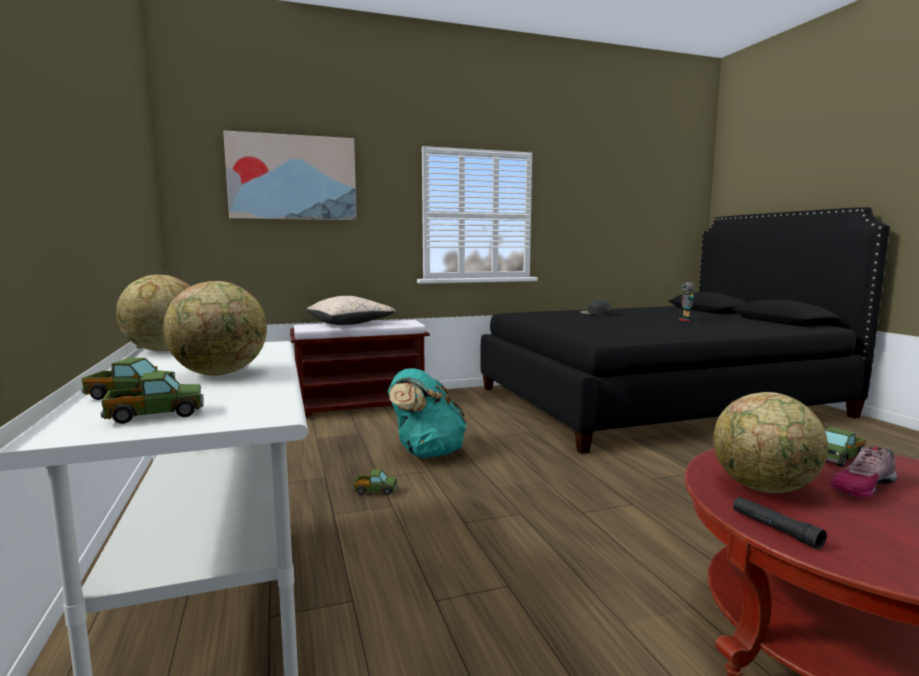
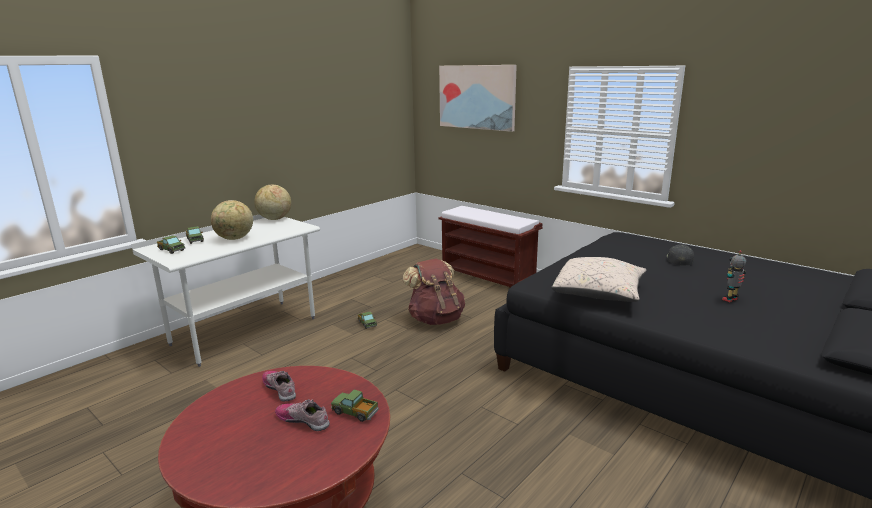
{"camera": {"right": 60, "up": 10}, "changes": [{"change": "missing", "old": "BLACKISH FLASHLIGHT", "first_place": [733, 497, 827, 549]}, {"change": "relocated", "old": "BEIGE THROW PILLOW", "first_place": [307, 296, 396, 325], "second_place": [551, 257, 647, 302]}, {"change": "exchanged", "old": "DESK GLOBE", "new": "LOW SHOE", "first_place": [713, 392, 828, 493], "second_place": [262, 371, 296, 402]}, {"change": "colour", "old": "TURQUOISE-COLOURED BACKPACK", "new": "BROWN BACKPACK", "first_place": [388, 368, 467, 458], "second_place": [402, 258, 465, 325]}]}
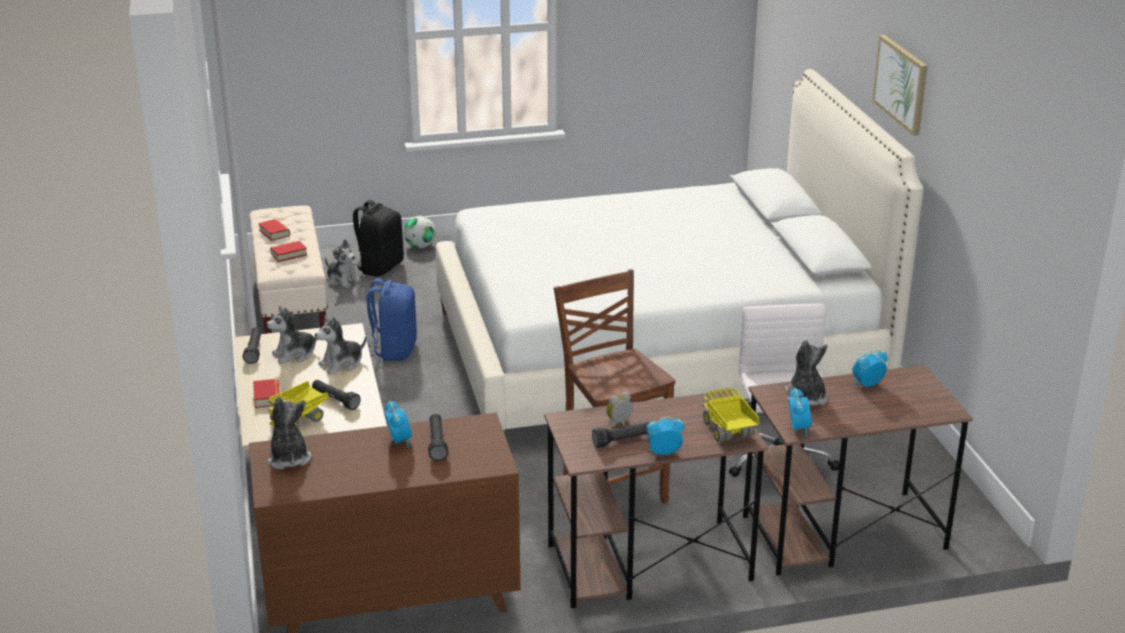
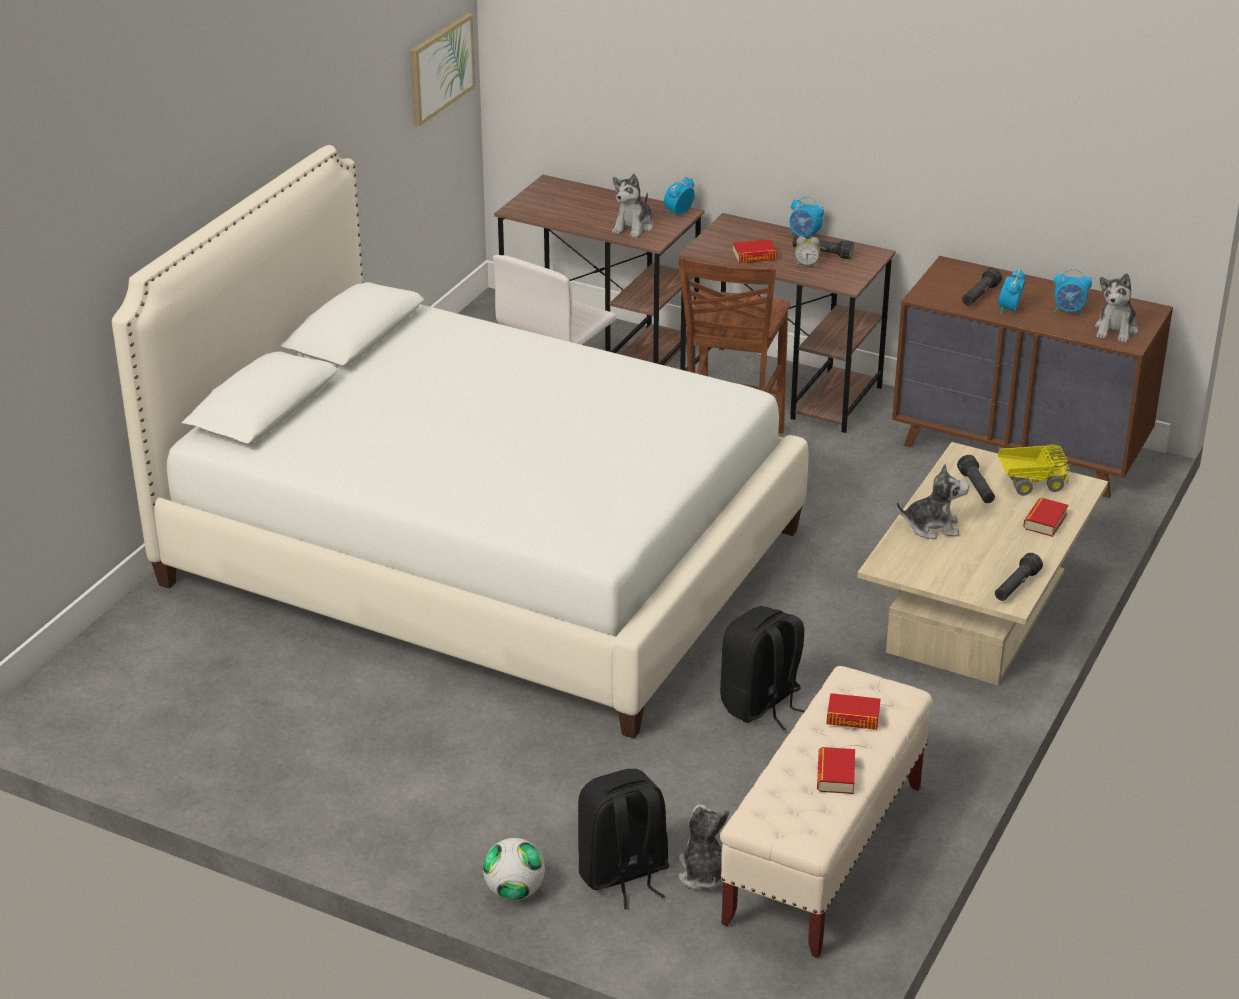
{"camera": {"right": -140, "up": 5}, "changes": [{"change": "missing", "old": "CUDDLY TOY", "first_place": [266, 306, 321, 364]}, {"change": "missing", "old": "MODEL TRUCK", "first_place": [703, 388, 759, 442]}, {"change": "appeared", "new": "BOUND BOOK", "second_place": [733, 239, 777, 264]}, {"change": "relocated", "old": "ALARM CLOCK", "first_place": [852, 350, 888, 387], "second_place": [1054, 269, 1092, 315]}, {"change": "relocated", "old": "WALL ART", "first_place": [872, 35, 928, 136], "second_place": [410, 13, 475, 126]}, {"change": "colour", "old": "BLUE-COLOURED BACKPACK", "new": "BLACKISH BACKPACK", "first_place": [367, 278, 417, 361], "second_place": [720, 606, 805, 731]}]}
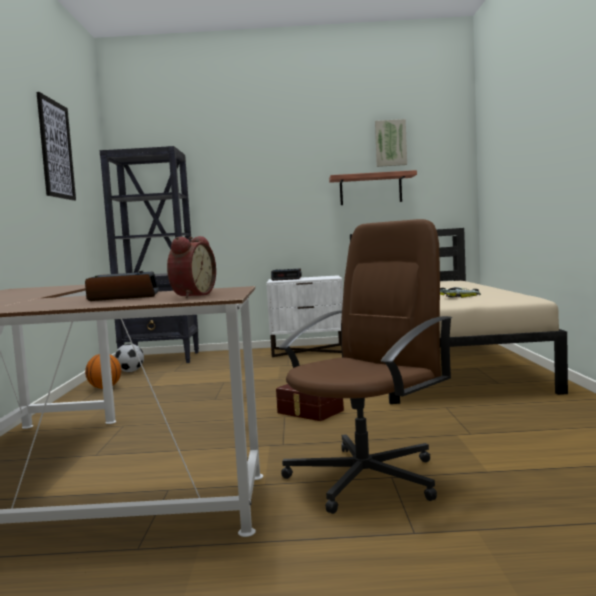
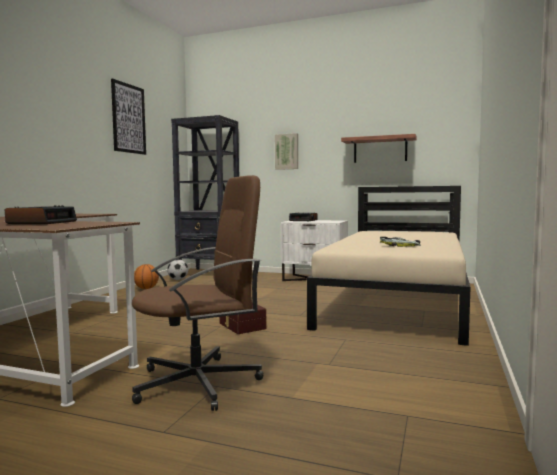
{"camera": {"right": 20, "up": 0}, "changes": [{"change": "missing", "old": "ALARM CLOCK", "first_place": [167, 236, 216, 298]}, {"change": "relocated", "old": "WALL ART", "first_place": [375, 119, 407, 167], "second_place": [275, 133, 298, 170]}]}
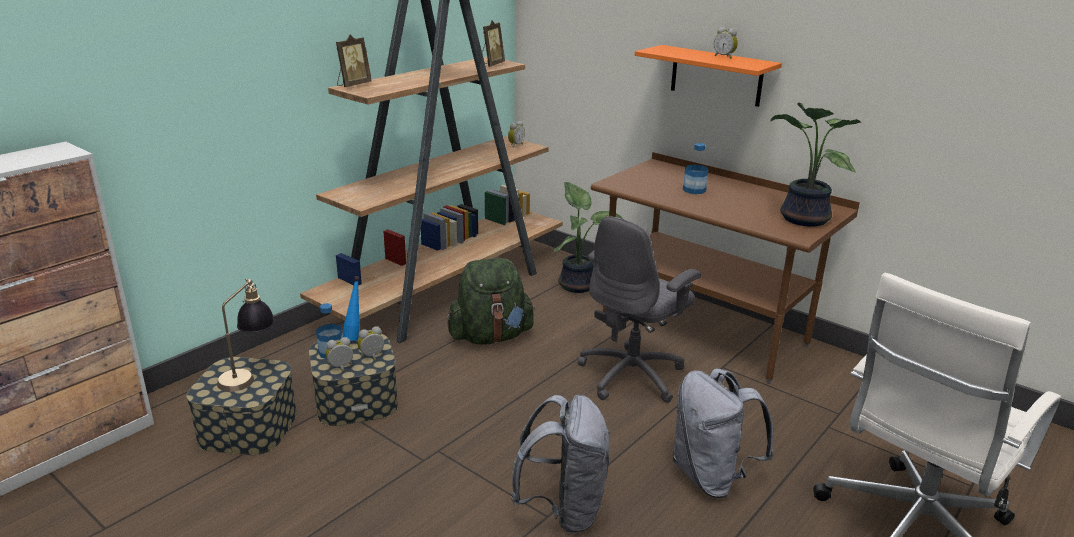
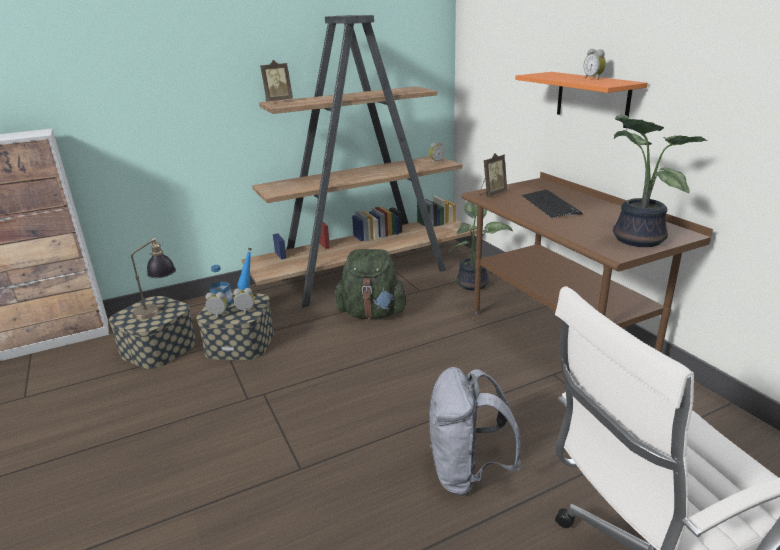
{"camera": {"right": 25, "up": 0}, "changes": [{"change": "missing", "old": "GREYISH BACKPACK", "first_place": [511, 395, 610, 533]}, {"change": "missing", "old": "GREYISH DESK CHAIR", "first_place": [577, 216, 701, 403]}, {"change": "relocated", "old": "PICTURE FRAME", "first_place": [482, 20, 505, 67], "second_place": [479, 153, 507, 197]}, {"change": "exchanged", "old": "DRINK BOTTLE", "new": "COMPUTER KEYBOARD", "first_place": [683, 143, 708, 194], "second_place": [522, 190, 583, 218]}]}
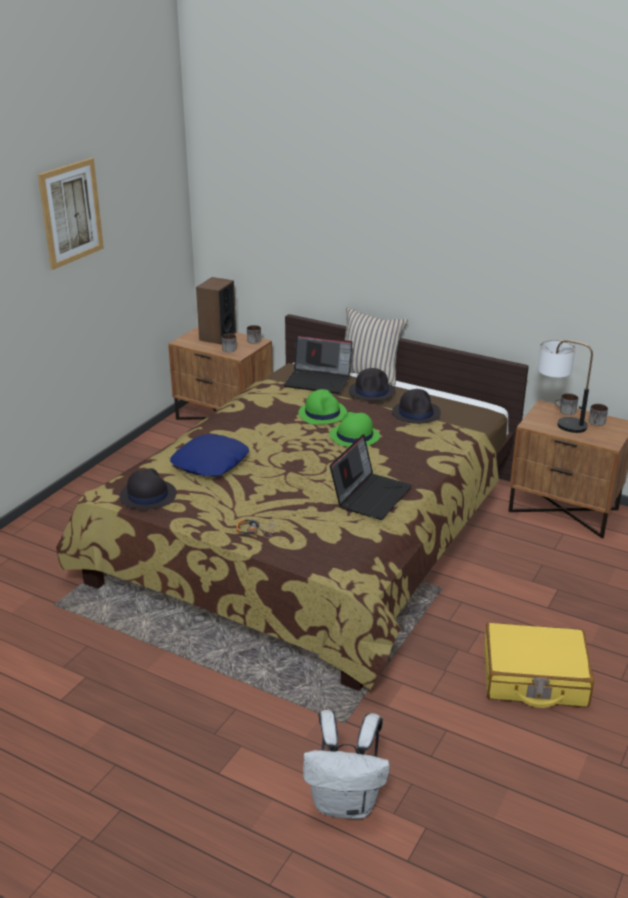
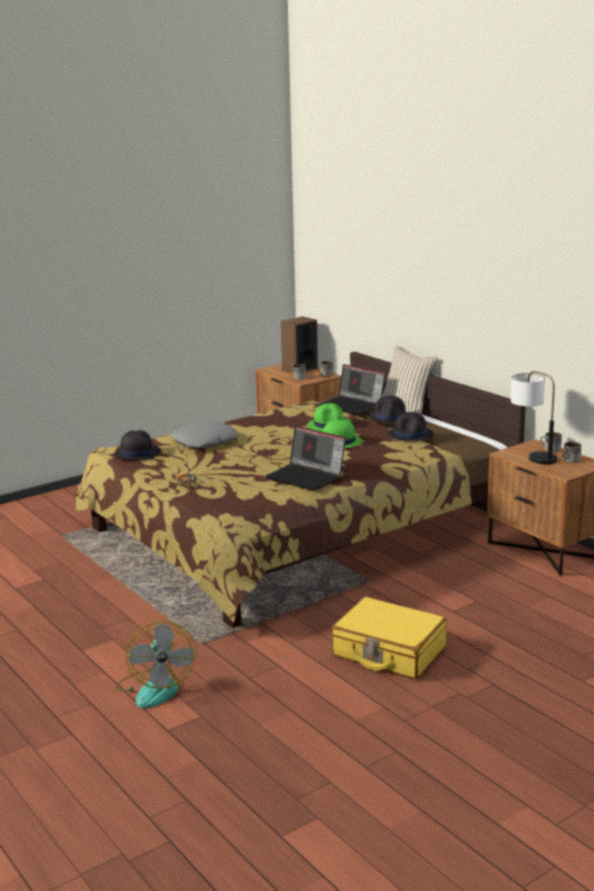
{"camera": {"right": 25, "up": -10}, "changes": [{"change": "missing", "old": "WALL ART", "first_place": [38, 158, 104, 270]}, {"change": "exchanged", "old": "WHITE-COLOURED BACKPACK", "new": "ELECTRIC FAN", "first_place": [303, 710, 390, 819], "second_place": [116, 621, 196, 708]}, {"change": "colour", "old": "BLUE-COLOURED THROW PILLOW", "new": "GREYISH THROW PILLOW", "first_place": [170, 434, 249, 477], "second_place": [171, 421, 239, 448]}, {"change": "spun", "old": "NOTEBOOK COMPUTER", "first_place": [330, 434, 412, 520], "second_place": [265, 426, 346, 491], "degrees": 75}]}
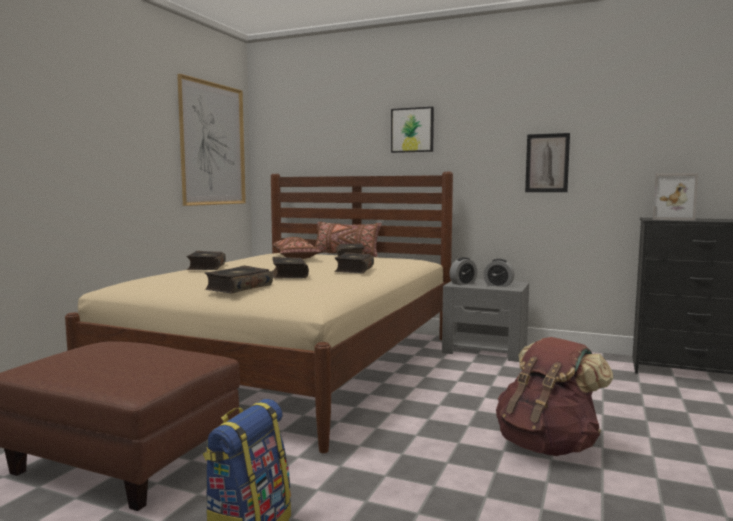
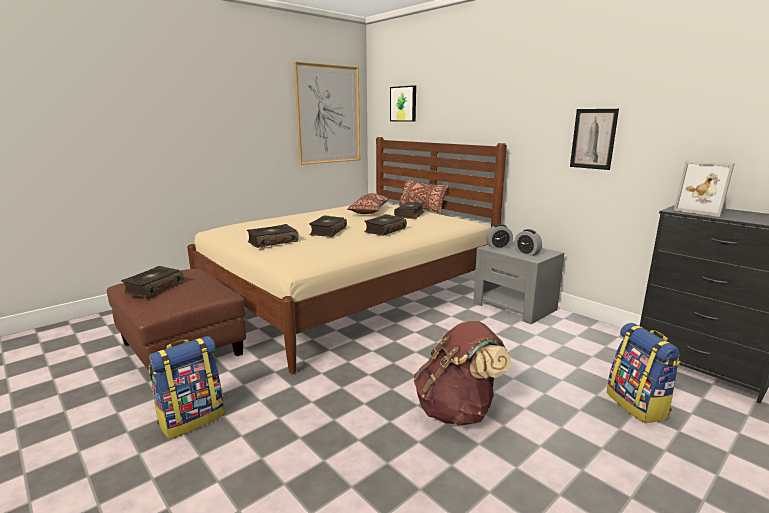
{"camera": {"right": 25, "up": 10}, "changes": [{"change": "appeared", "new": "BACKPACK", "second_place": [606, 323, 681, 423]}, {"change": "relocated", "old": "BOUND BOOK", "first_place": [186, 251, 226, 270], "second_place": [121, 266, 183, 298]}, {"change": "relocated", "old": "WALL ART", "first_place": [391, 107, 434, 153], "second_place": [390, 85, 416, 122]}]}
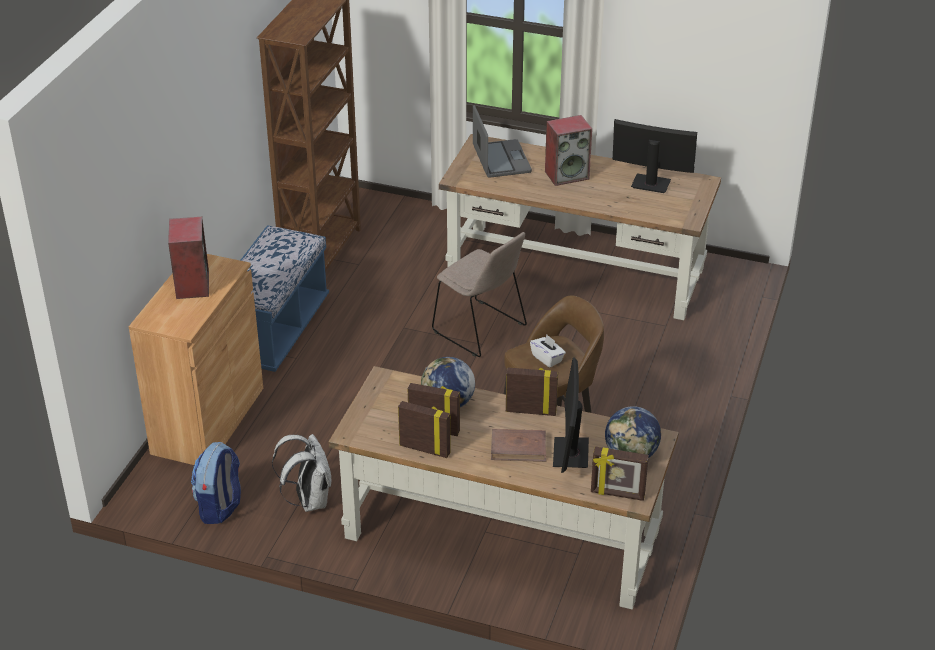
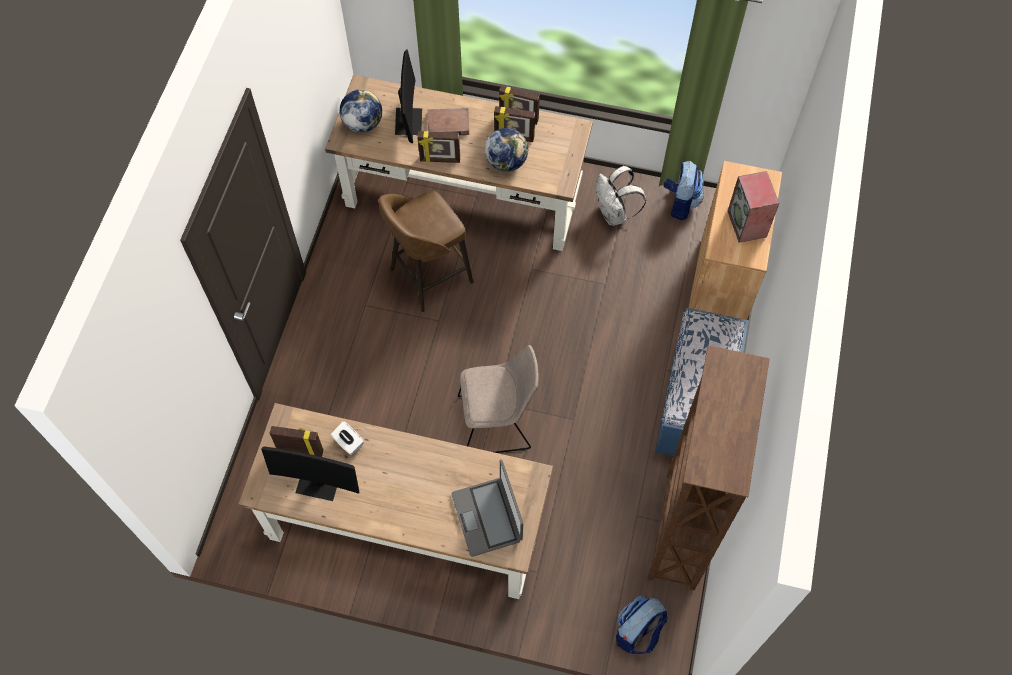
{"camera": {"right": 175, "up": 25}, "changes": [{"change": "missing", "old": "SPEAKER", "first_place": [545, 115, 592, 186]}, {"change": "appeared", "new": "BACKPACK", "second_place": [616, 596, 668, 654]}, {"change": "relocated", "old": "WHITE-COLOURED TISSUE BOX", "first_place": [530, 335, 566, 368], "second_place": [331, 421, 364, 455]}, {"change": "relocated", "old": "PICTURE FRAME", "first_place": [591, 446, 649, 501], "second_place": [269, 426, 324, 457]}, {"change": "spun", "old": "BEIGE CHAIR", "first_place": [432, 232, 527, 357], "second_place": [458, 345, 539, 453], "degrees": 135}]}
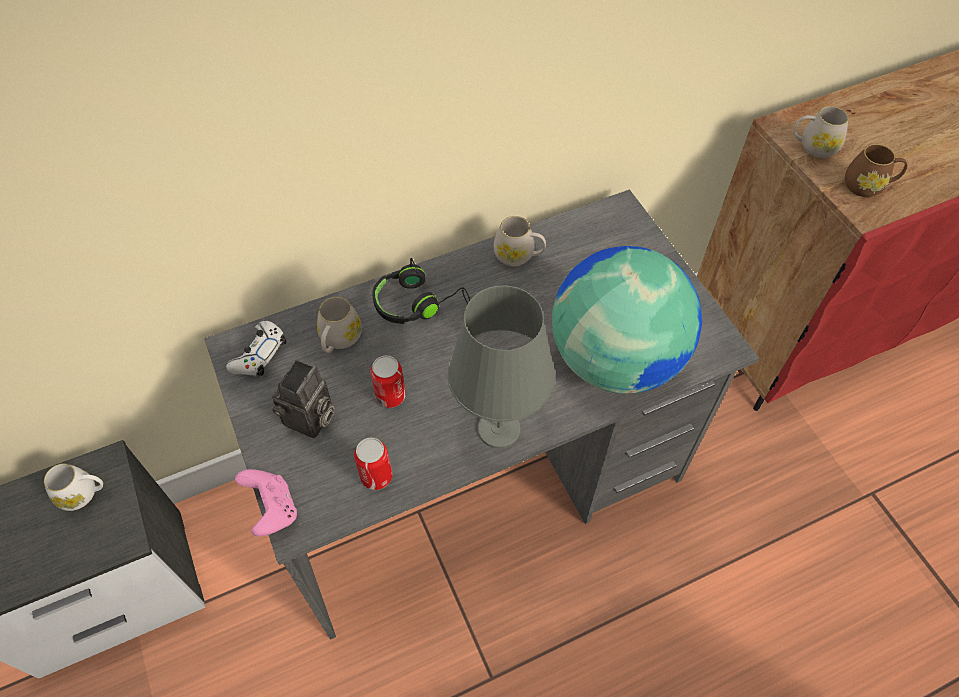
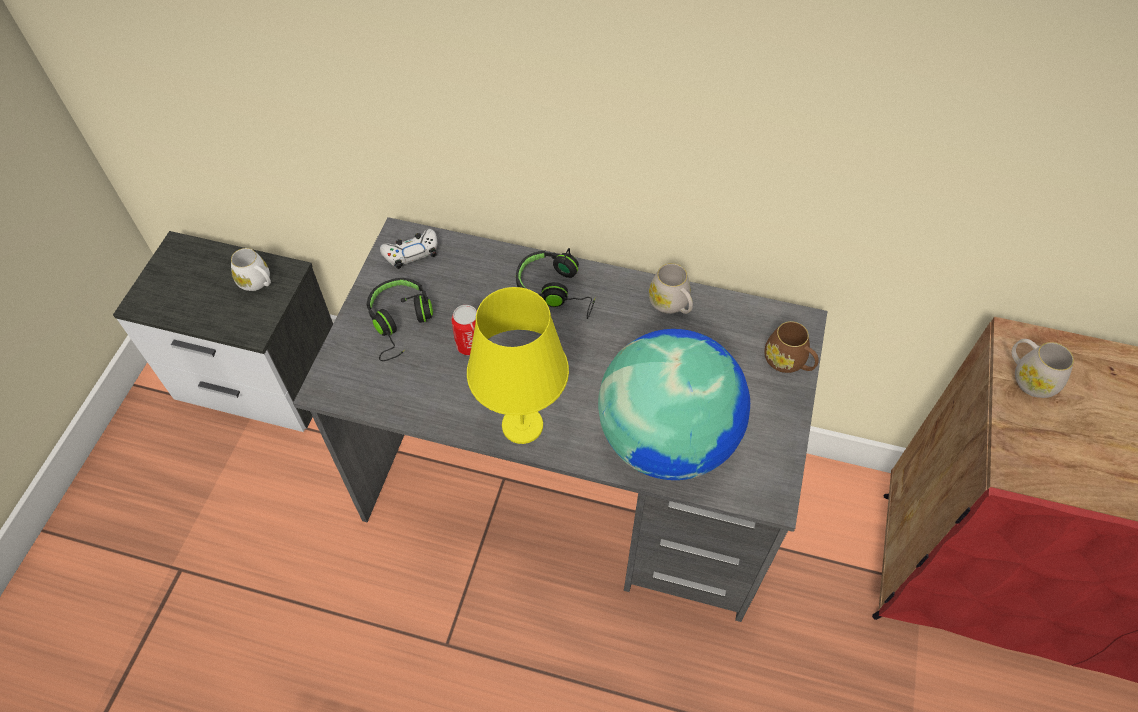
{"camera": {"right": 40, "up": 0}, "changes": [{"change": "missing", "old": "PINK GAMEPAD", "first_place": [235, 469, 297, 536]}, {"change": "missing", "old": "WHITE-COLOURED COFFEE MUG", "first_place": [317, 297, 362, 353]}, {"change": "missing", "old": "METAL CAN", "first_place": [354, 438, 392, 490]}, {"change": "relocated", "old": "BROWN COFFEE MUG", "first_place": [845, 144, 907, 197], "second_place": [764, 321, 819, 373]}, {"change": "exchanged", "old": "STILL CAMERA", "new": "BLACKISH PAIR OF HEADPHONES", "first_place": [272, 360, 334, 438], "second_place": [367, 278, 433, 361]}, {"change": "colour", "old": "GREYISH TABLE LAMP", "new": "YELLOWISH TABLE LAMP", "first_place": [448, 285, 555, 448], "second_place": [467, 287, 569, 444]}]}
